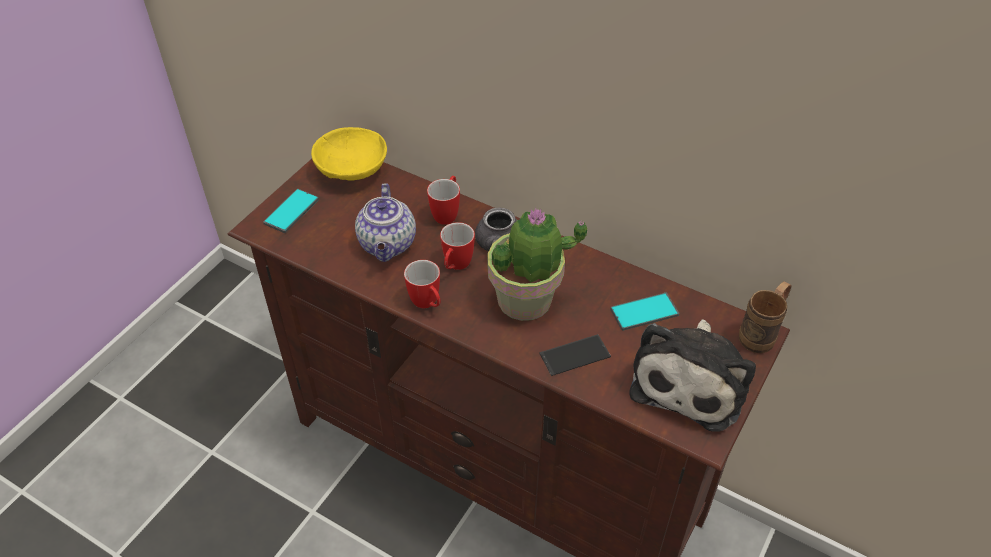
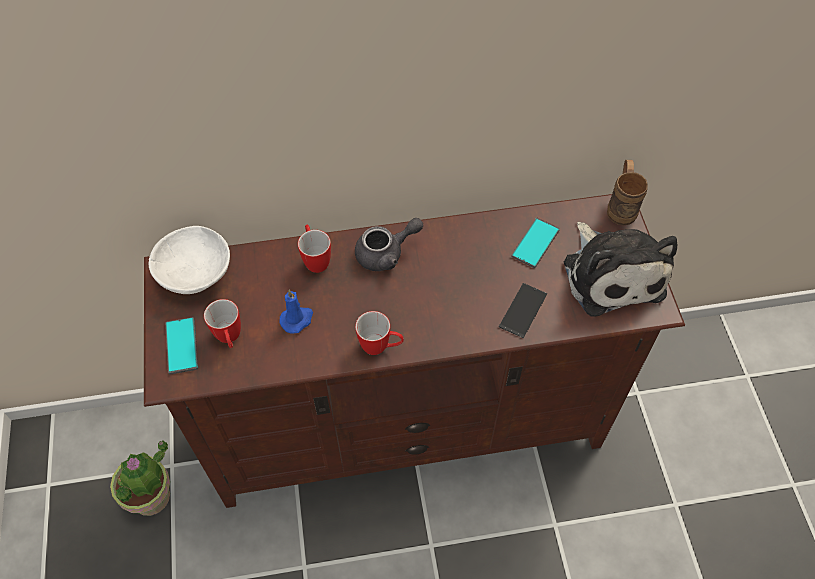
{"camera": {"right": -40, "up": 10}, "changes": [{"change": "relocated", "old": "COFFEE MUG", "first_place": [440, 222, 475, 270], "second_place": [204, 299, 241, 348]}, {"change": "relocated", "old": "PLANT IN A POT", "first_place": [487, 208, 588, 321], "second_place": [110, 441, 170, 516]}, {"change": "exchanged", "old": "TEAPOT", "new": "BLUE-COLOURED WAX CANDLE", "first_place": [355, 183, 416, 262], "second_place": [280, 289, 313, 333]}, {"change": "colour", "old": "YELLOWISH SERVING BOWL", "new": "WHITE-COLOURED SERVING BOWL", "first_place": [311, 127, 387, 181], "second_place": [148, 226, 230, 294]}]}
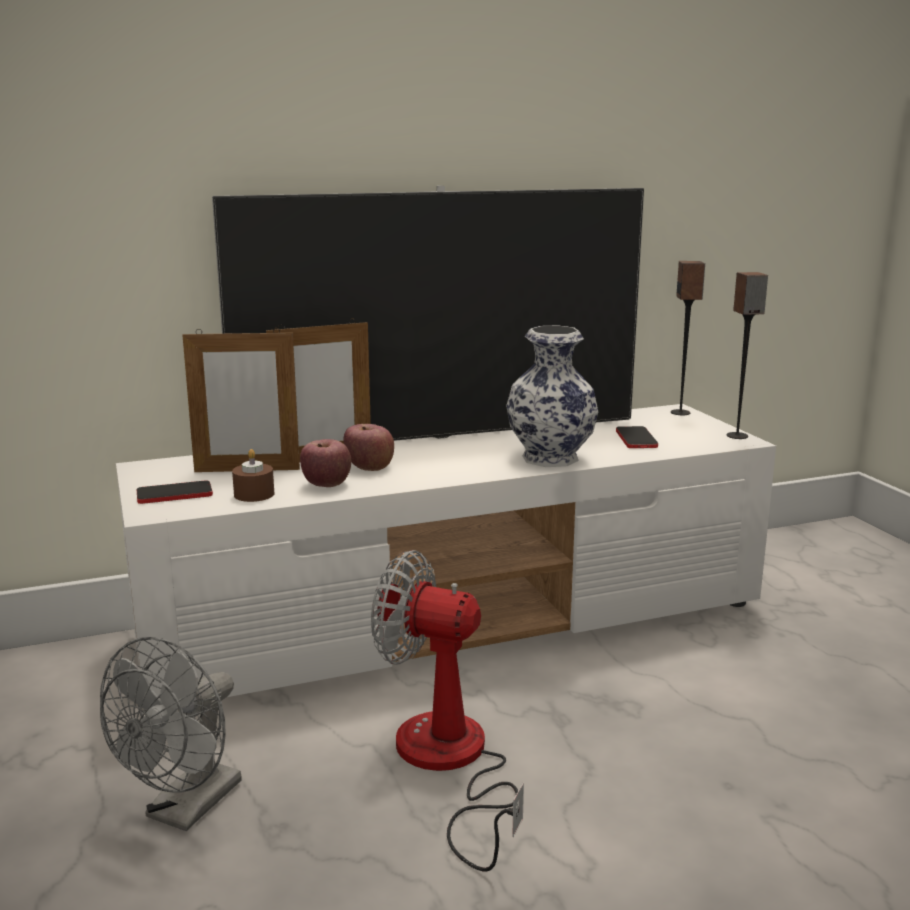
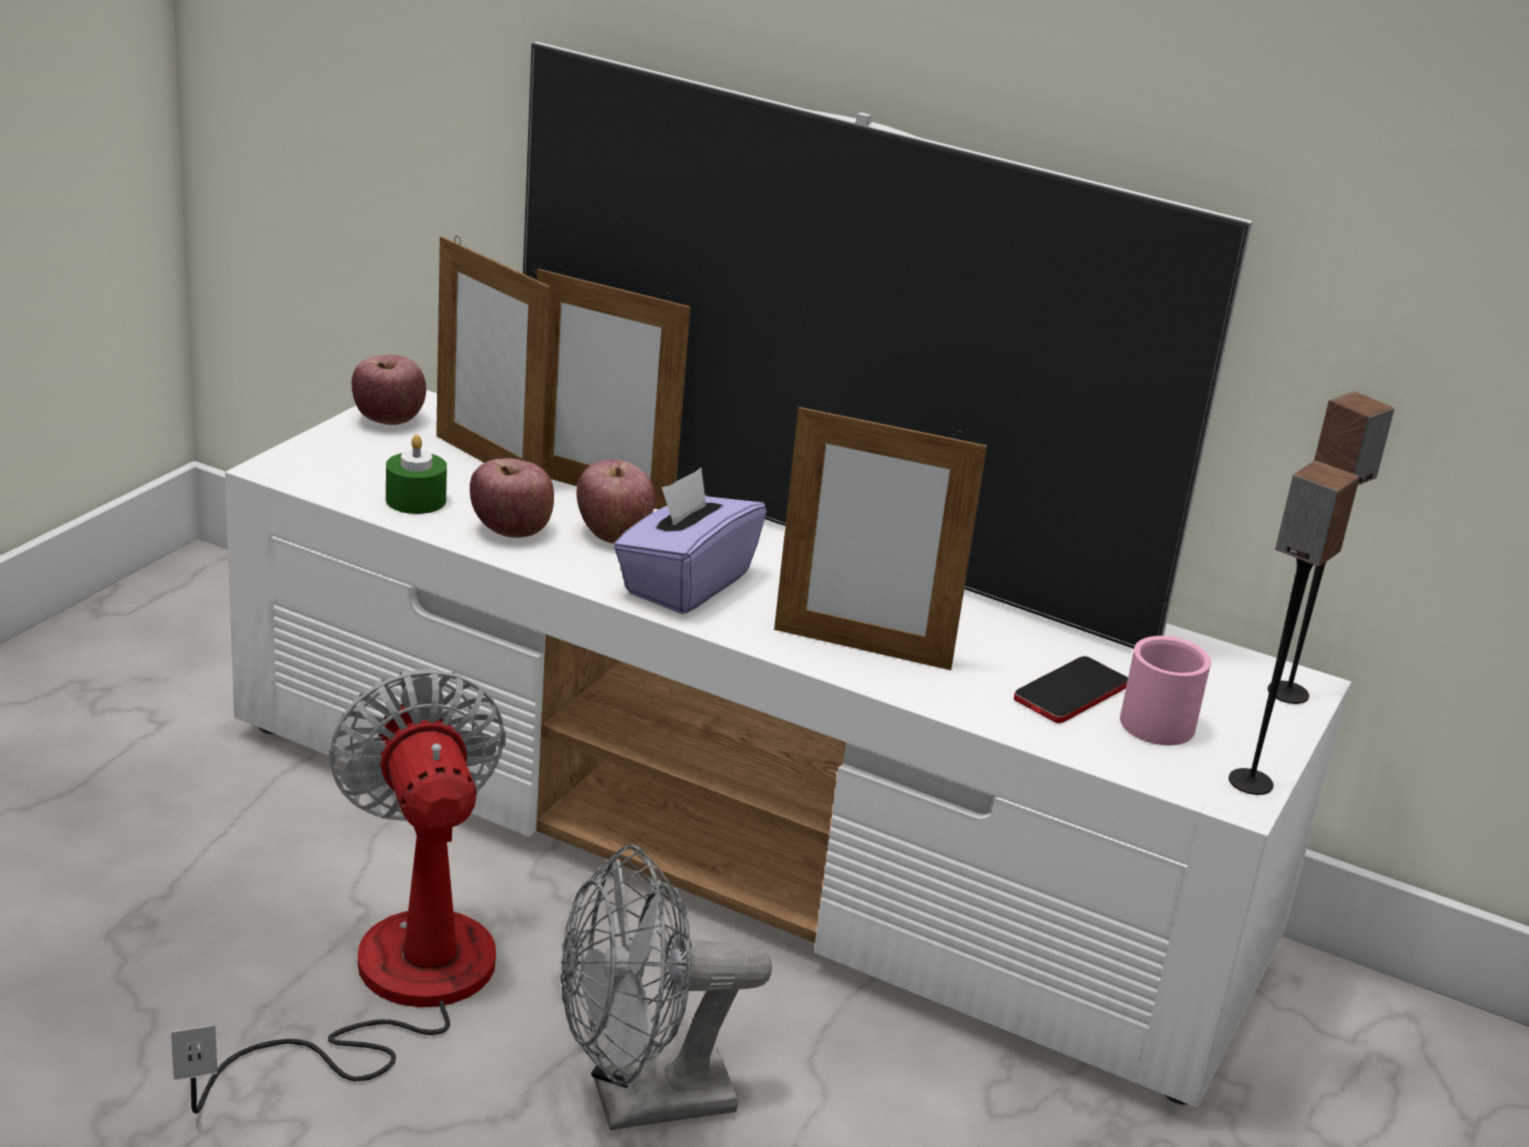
{"camera": {"right": 45, "up": 10}, "changes": [{"change": "missing", "old": "PHONE", "first_place": [137, 481, 213, 504]}, {"change": "appeared", "new": "APPLE FRUIT", "second_place": [352, 355, 426, 425]}, {"change": "appeared", "new": "PURPLISH TISSUE BOX", "second_place": [613, 468, 767, 614]}, {"change": "appeared", "new": "PINK COFFEE MUG", "second_place": [1120, 636, 1211, 746]}, {"change": "relocated", "old": "GREYISH ELECTRIC FAN", "first_place": [100, 637, 242, 831], "second_place": [560, 844, 772, 1131]}, {"change": "exchanged", "old": "VASE", "new": "PICTURE FRAME", "first_place": [506, 325, 598, 467], "second_place": [774, 404, 987, 670]}, {"change": "colour", "old": "BROWN WAX CANDLE", "new": "GREEN-COLOURED WAX CANDLE", "first_place": [232, 449, 274, 502], "second_place": [386, 435, 447, 514]}]}
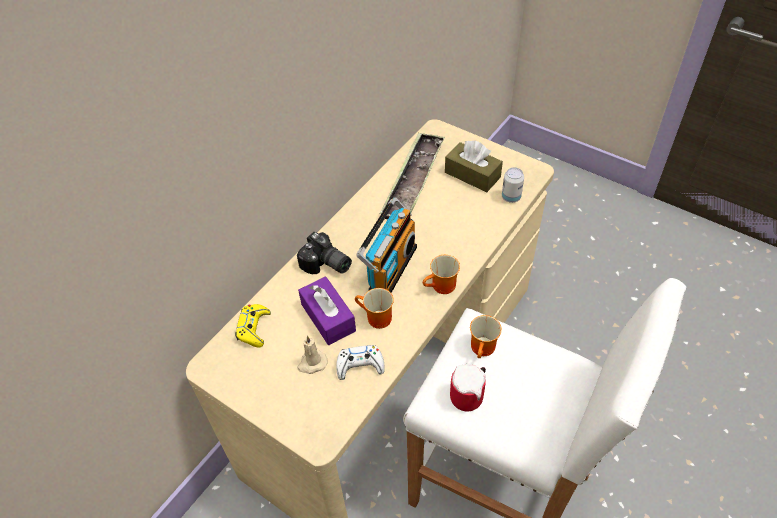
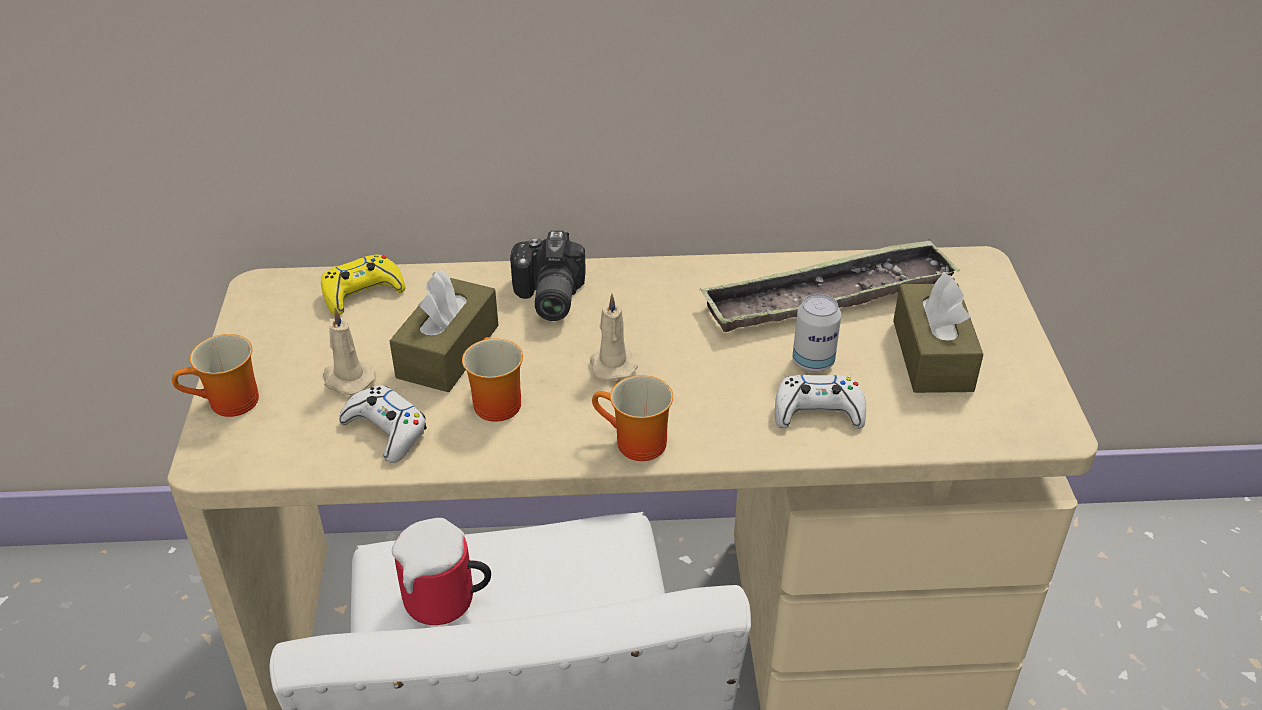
{"camera": {"right": 50, "up": -10}, "changes": [{"change": "appeared", "new": "WHITE-COLOURED GAMEPAD", "second_place": [775, 375, 866, 429]}, {"change": "relocated", "old": "COFFEE MUG", "first_place": [470, 315, 502, 358], "second_place": [172, 334, 259, 417]}, {"change": "relocated", "old": "METAL CAN", "first_place": [502, 167, 524, 203], "second_place": [793, 294, 841, 372]}, {"change": "exchanged", "old": "RADIO RECEIVER", "new": "BEIGE WAX CANDLE", "first_place": [356, 197, 417, 293], "second_place": [590, 294, 638, 381]}, {"change": "colour", "old": "PURPLISH TISSUE BOX", "new": "BROWN TISSUE BOX", "first_place": [298, 277, 356, 345], "second_place": [390, 270, 499, 392]}]}
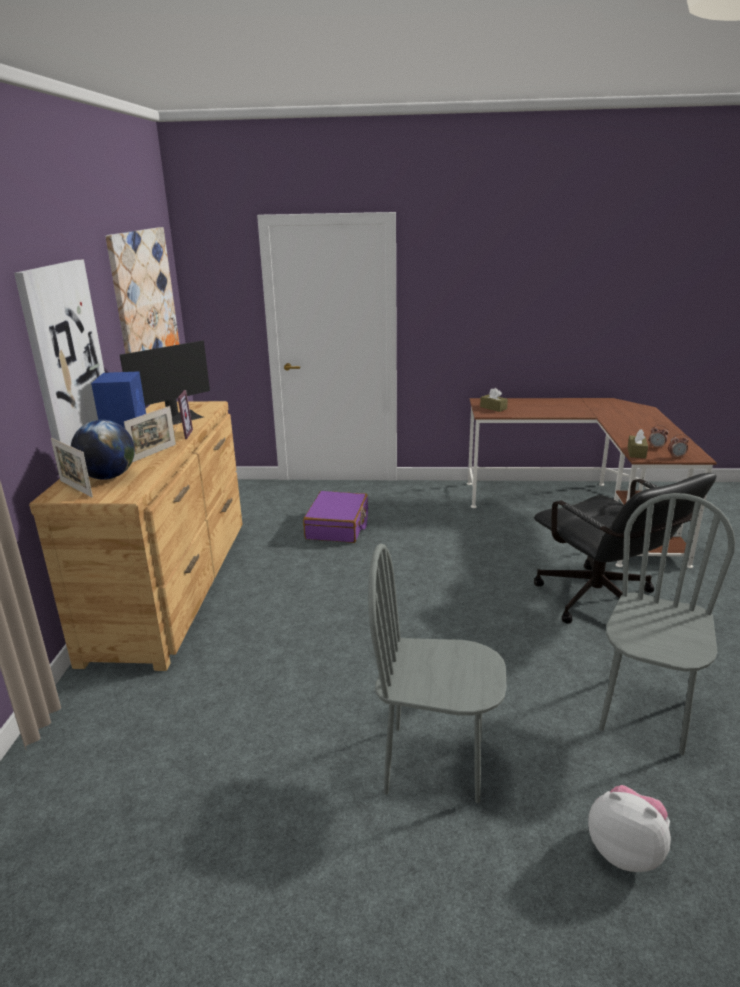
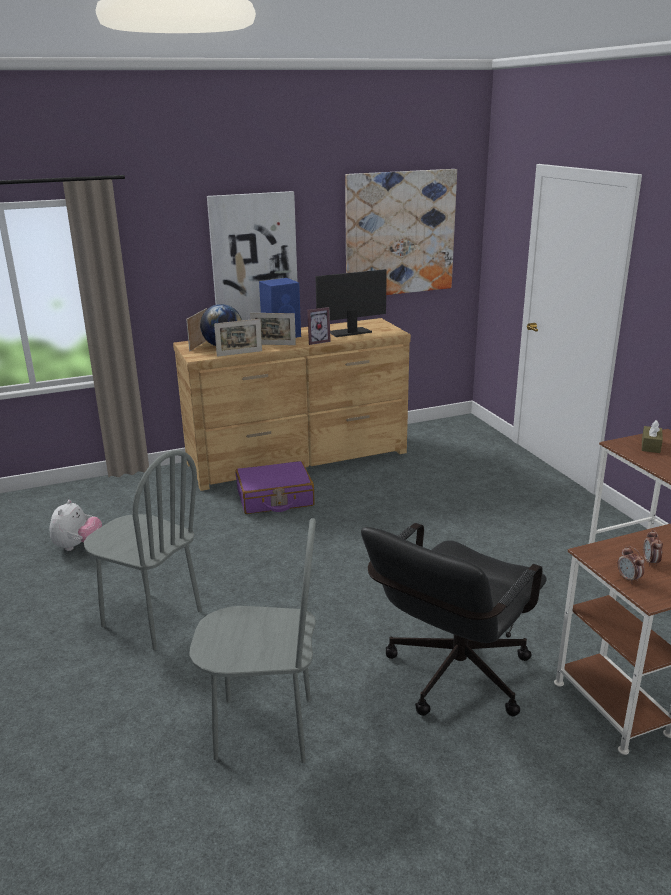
{"camera": {"right": 65, "up": 0}, "changes": [{"change": "missing", "old": "BROWN TISSUE BOX", "first_place": [628, 429, 648, 458]}, {"change": "appeared", "new": "PICTURE FRAME", "second_place": [214, 319, 262, 357]}, {"change": "relocated", "old": "PURPLISH TRAVEL CASE", "first_place": [303, 491, 368, 543], "second_place": [235, 461, 315, 514]}, {"change": "relocated", "old": "CUDDLY TOY", "first_place": [588, 785, 671, 872], "second_place": [49, 500, 102, 551]}, {"change": "spun", "old": "MONITOR", "first_place": [120, 340, 210, 425], "second_place": [315, 269, 387, 337], "degrees": 135}, {"change": "spun", "old": "GREYISH CHAIR", "first_place": [368, 543, 506, 803], "second_place": [84, 450, 202, 650], "degrees": 135}]}
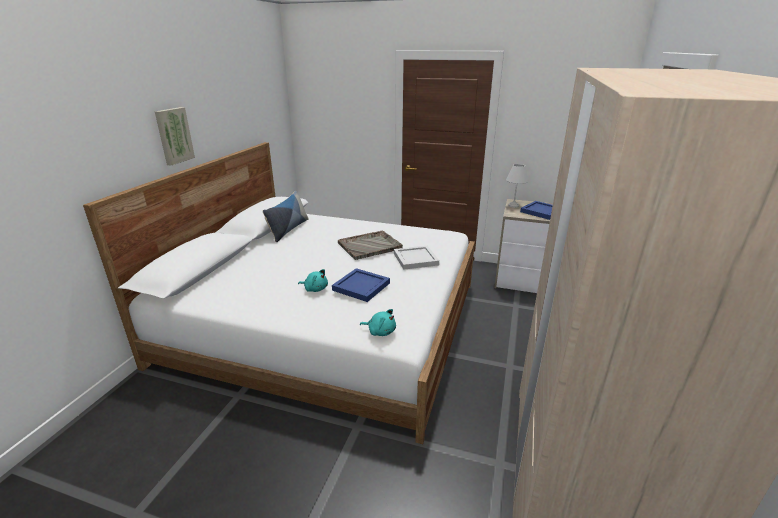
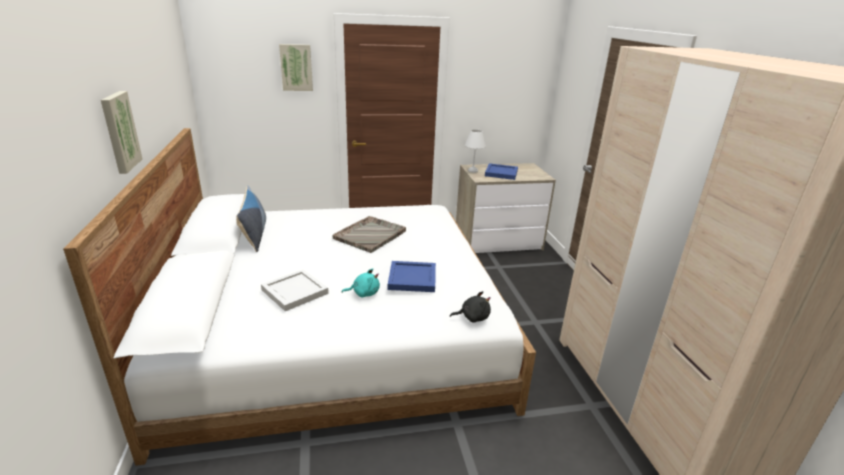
{"camera": {"right": -30, "up": 0}, "changes": [{"change": "appeared", "new": "WALL ART", "second_place": [279, 44, 313, 91]}, {"change": "relocated", "old": "WHITE-COLOURED SERVING TRAY", "first_place": [394, 246, 439, 270], "second_place": [261, 269, 329, 311]}, {"change": "colour", "old": "TURQUOISE-COLOURED CUDDLY TOY", "new": "BLACKISH CUDDLY TOY", "first_place": [360, 309, 396, 336], "second_place": [450, 291, 491, 323]}]}
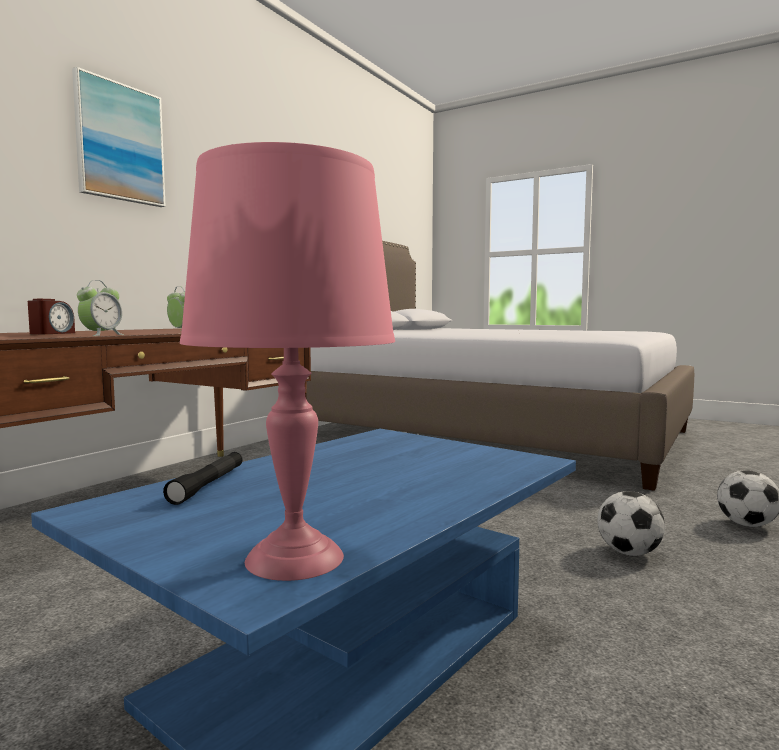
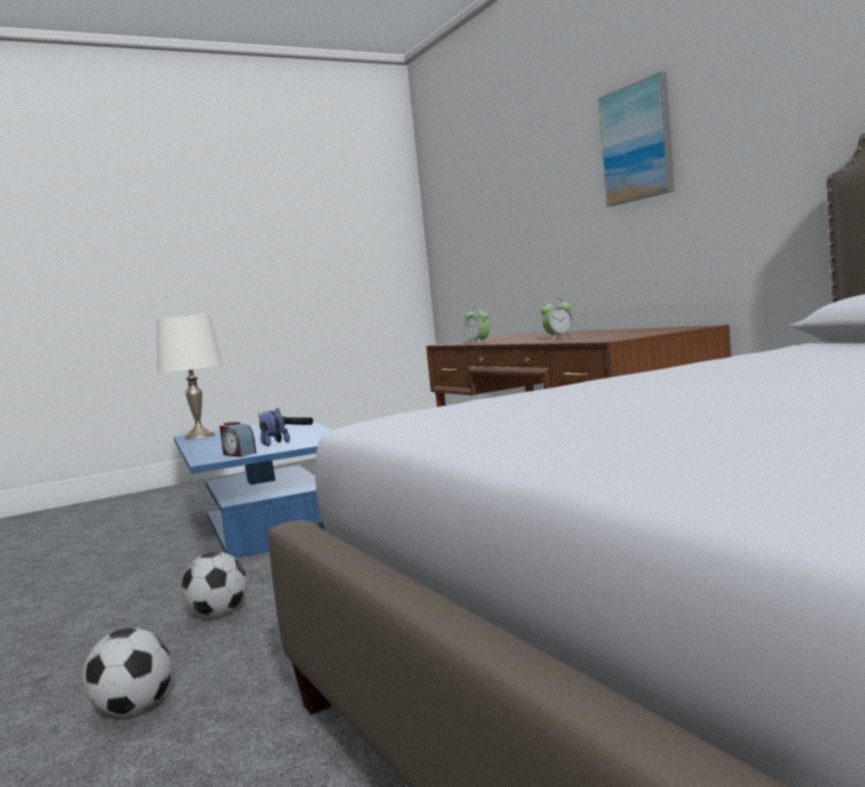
{"camera": {"right": 120, "up": 0}, "changes": [{"change": "appeared", "new": "CUDDLY TOY", "second_place": [258, 408, 290, 446]}, {"change": "relocated", "old": "ALARM CLOCK", "first_place": [28, 299, 75, 334], "second_place": [220, 422, 256, 457]}, {"change": "colour", "old": "PINK TABLE LAMP", "new": "WHITE-COLOURED TABLE LAMP", "first_place": [180, 142, 395, 581], "second_place": [156, 314, 223, 439]}]}
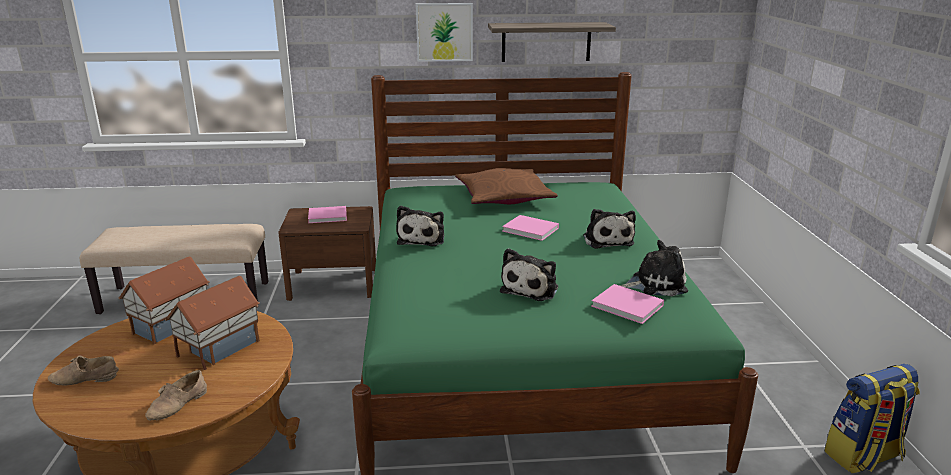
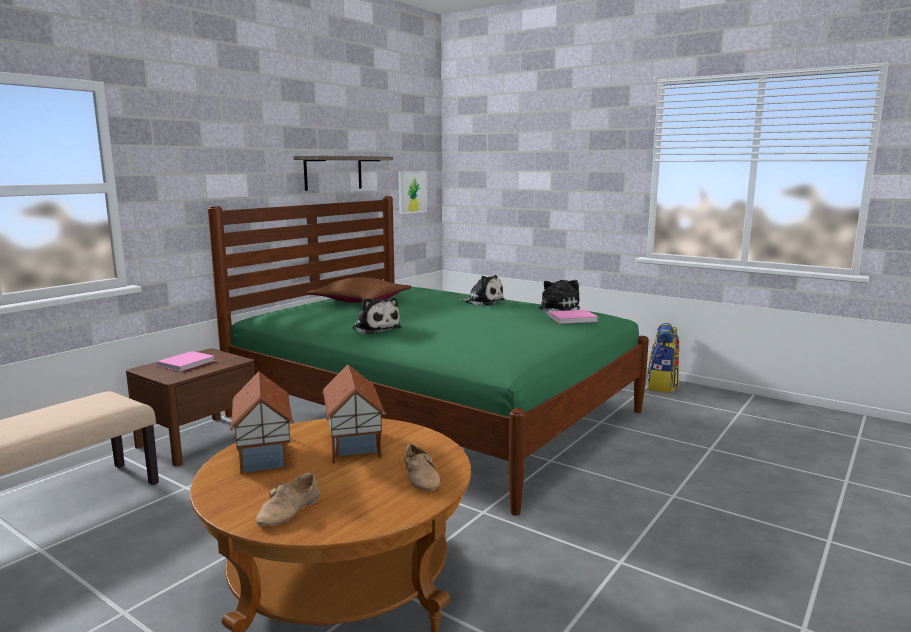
{"camera": {"right": -50, "up": -10}, "changes": [{"change": "missing", "old": "CUDDLY TOY", "first_place": [500, 248, 558, 301]}, {"change": "missing", "old": "PINK BOUND BOOK", "first_place": [502, 215, 559, 241]}, {"change": "relocated", "old": "WALL ART", "first_place": [416, 3, 473, 62], "second_place": [398, 171, 427, 214]}]}
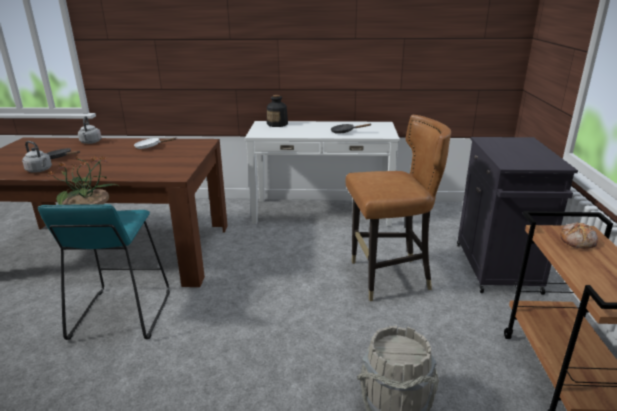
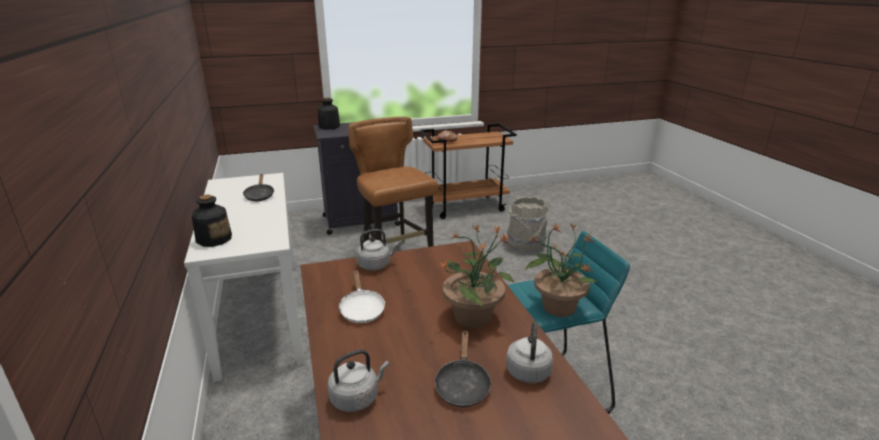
{"camera": {"right": -110, "up": 0}, "changes": [{"change": "appeared", "new": "DRINK BOTTLE", "second_place": [318, 97, 340, 130]}, {"change": "appeared", "new": "GREYISH KETTLE", "second_place": [356, 229, 399, 271]}, {"change": "appeared", "new": "PLANT IN A POT", "second_place": [439, 225, 514, 328]}]}
